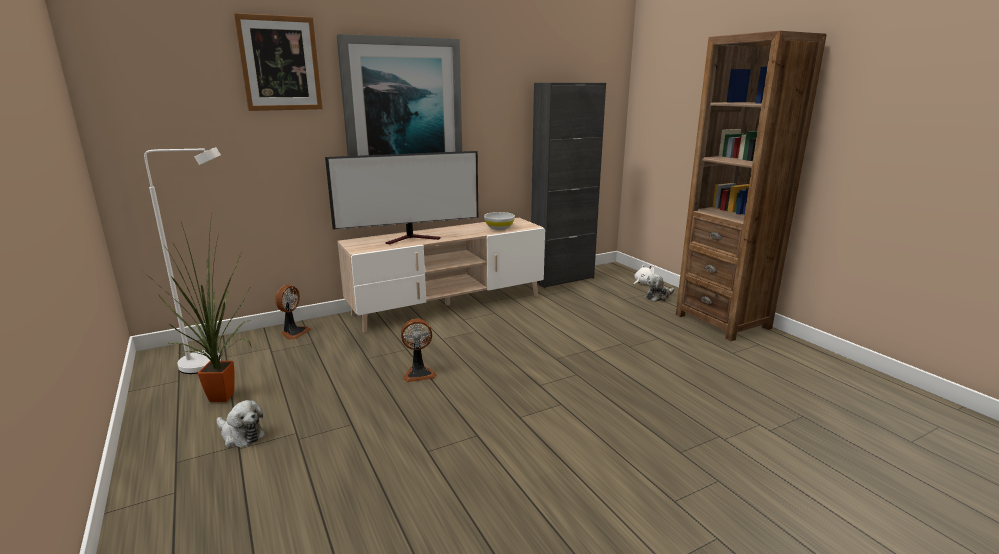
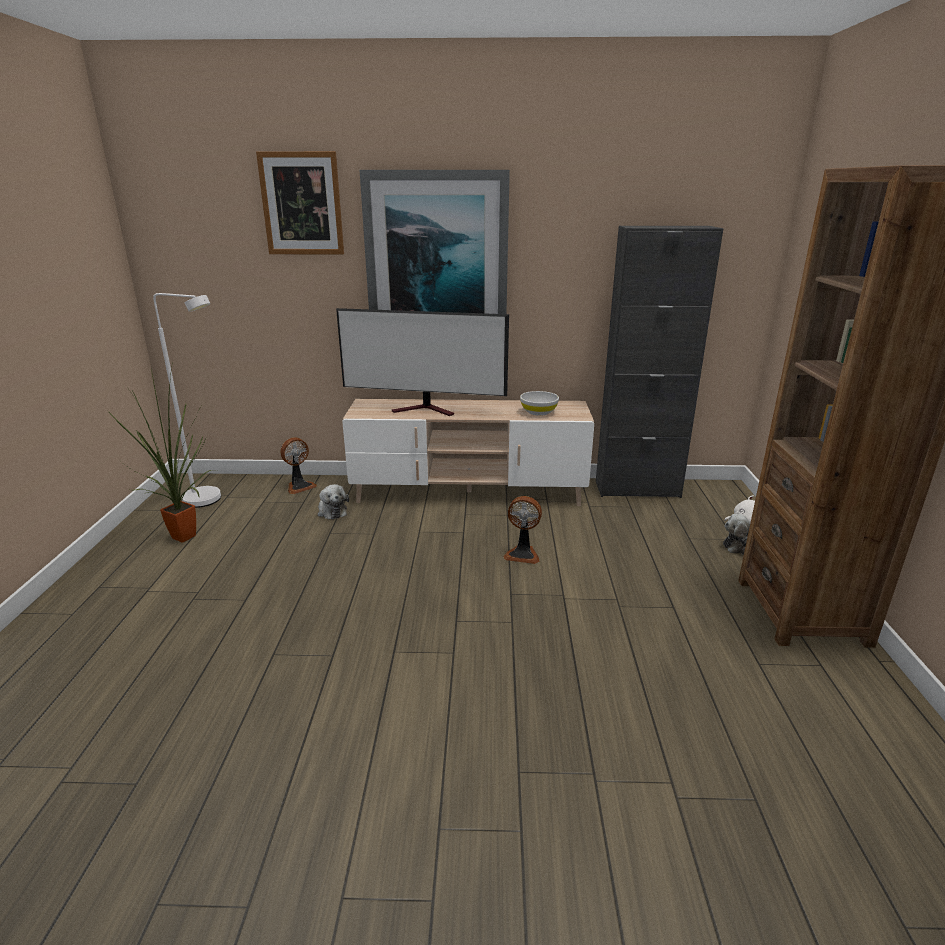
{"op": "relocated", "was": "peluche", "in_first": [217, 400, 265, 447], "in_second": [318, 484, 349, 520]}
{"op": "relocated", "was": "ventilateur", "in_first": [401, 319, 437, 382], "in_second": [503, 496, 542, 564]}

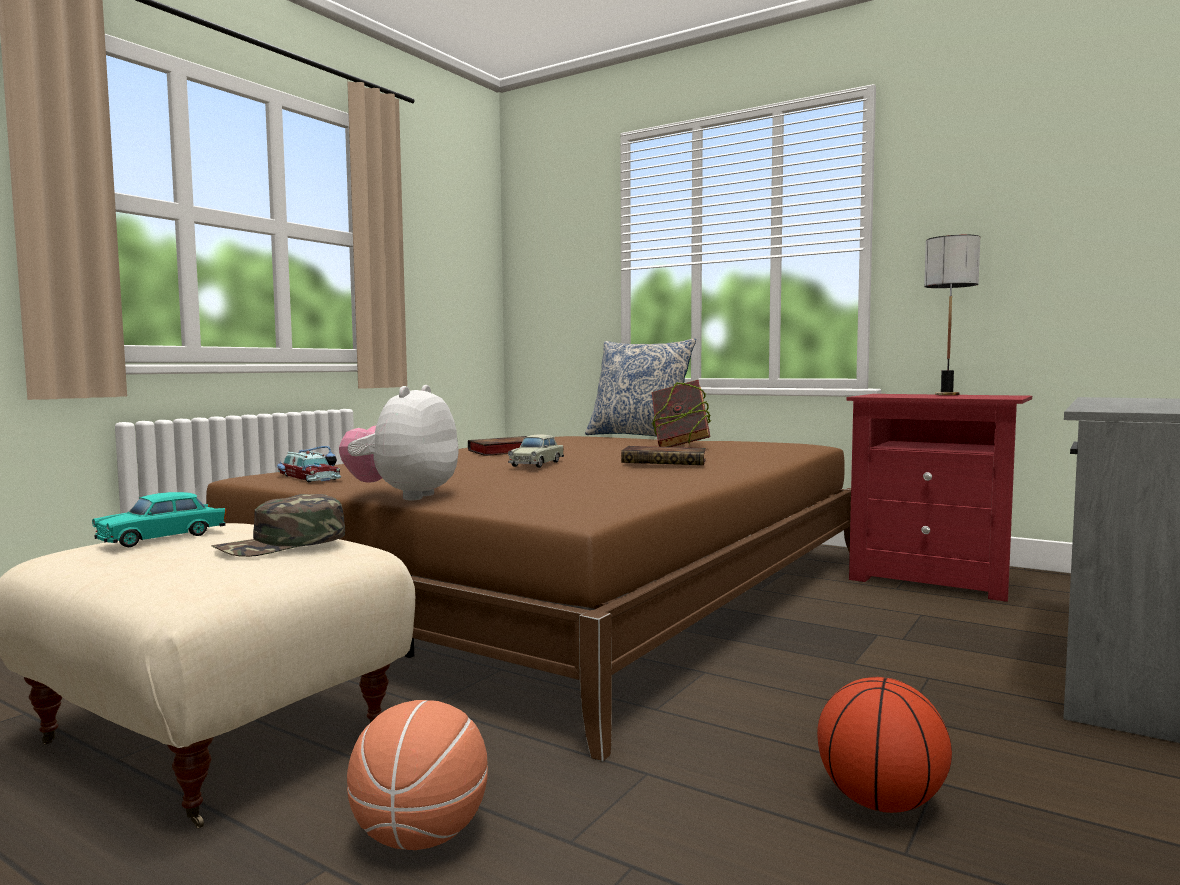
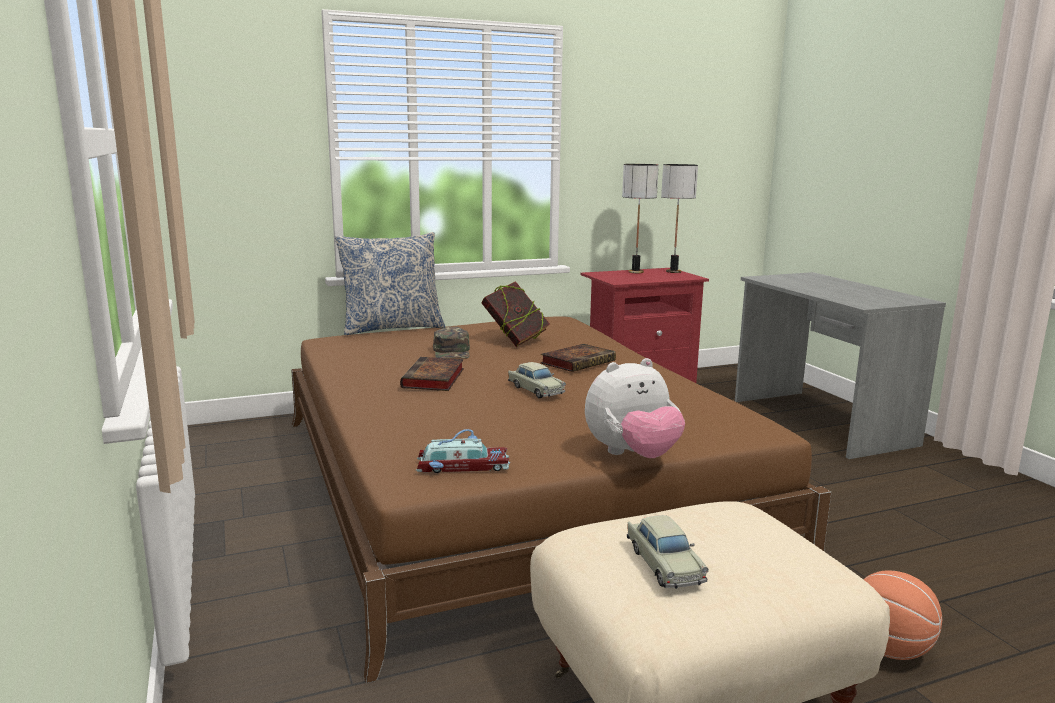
{"op": "colour", "was": "petite voiture (turquoise)", "now": "petite voiture (beige)", "in_first": [92, 492, 226, 547], "in_second": [627, 515, 709, 589]}
{"op": "relocated", "was": "casquette (vert)", "in_first": [212, 494, 345, 557], "in_second": [433, 327, 470, 359]}
{"op": "spun", "was": "peluche", "in_first": [339, 385, 459, 500], "in_second": [585, 358, 685, 458], "clockwise": -75}
{"op": "missing", "was": "ballon de basket", "in_first": [817, 677, 952, 813]}
{"op": "appeared", "now": "lampe de table", "in_second": [661, 164, 698, 273]}

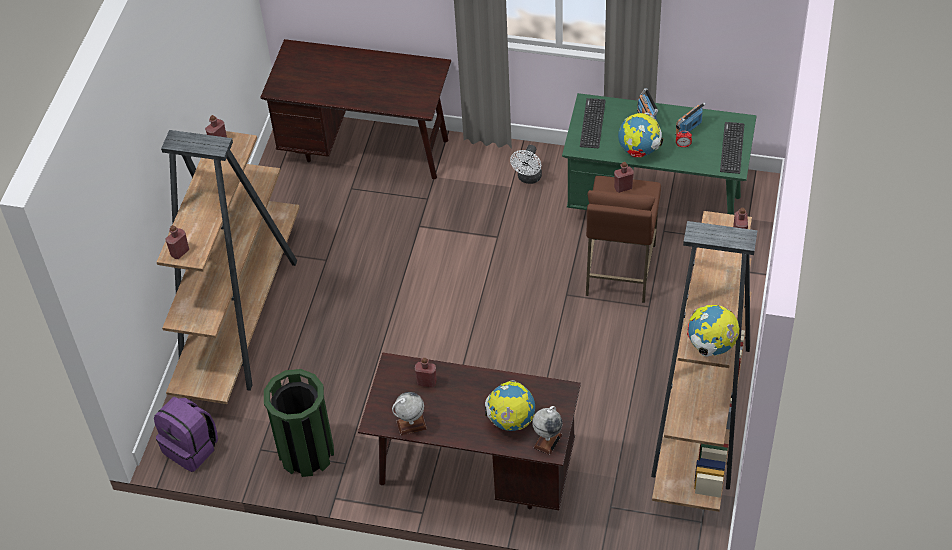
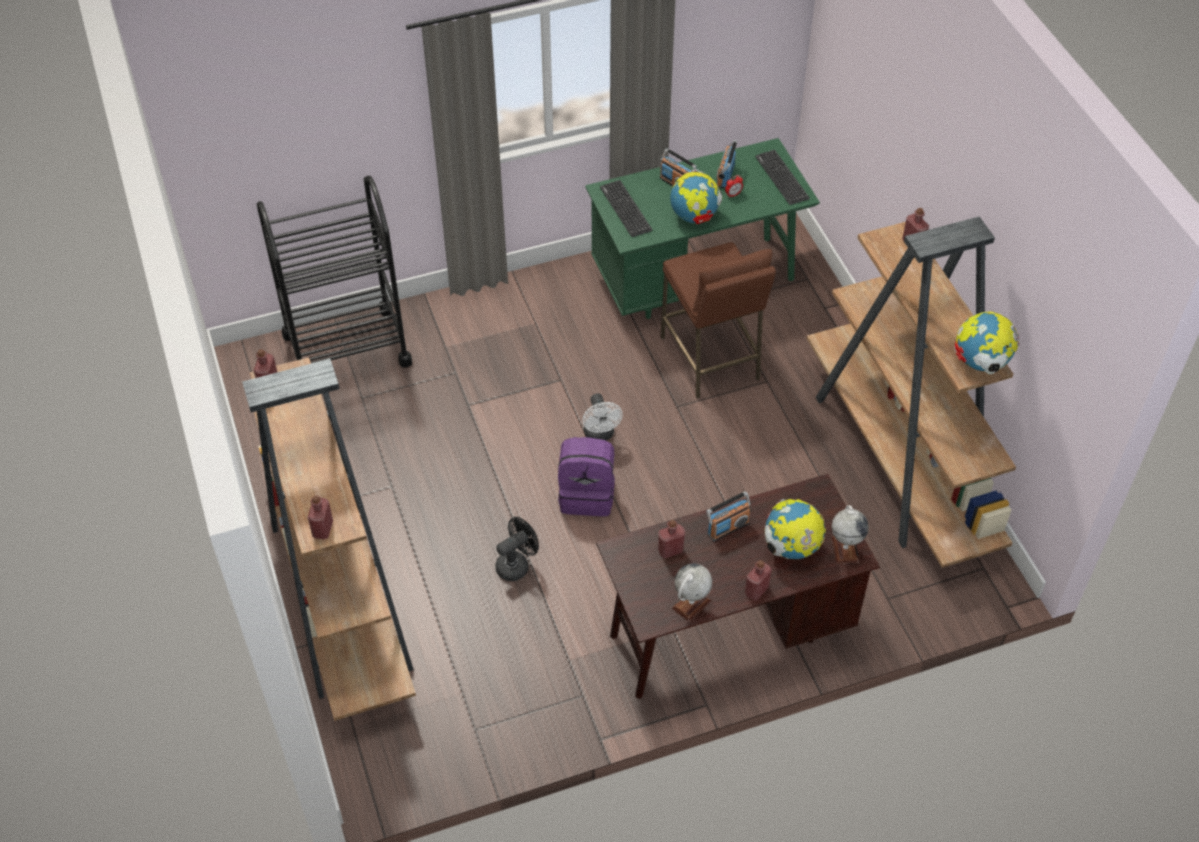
{"op": "relocated", "was": "sac à dos (violet)", "in_first": [154, 397, 218, 472], "in_second": [558, 437, 615, 516]}
{"op": "exchanged", "was": "bureau (marron)", "now": "chariot (noir)", "in_first": [260, 39, 451, 179], "in_second": [257, 176, 412, 368]}
{"op": "missing", "was": "poubelle (vert)", "in_first": [264, 369, 334, 477]}
{"op": "relocated", "was": "ventilateur (blanc)", "in_first": [510, 145, 542, 184], "in_second": [582, 393, 623, 440]}
{"op": "relocated", "was": "bouteille (rouge)", "in_first": [614, 162, 634, 193], "in_second": [745, 560, 772, 601]}
{"op": "appeared", "now": "ventilateur (noir)", "in_second": [495, 517, 539, 581]}
{"op": "appeared", "now": "radio", "in_second": [707, 491, 751, 542]}

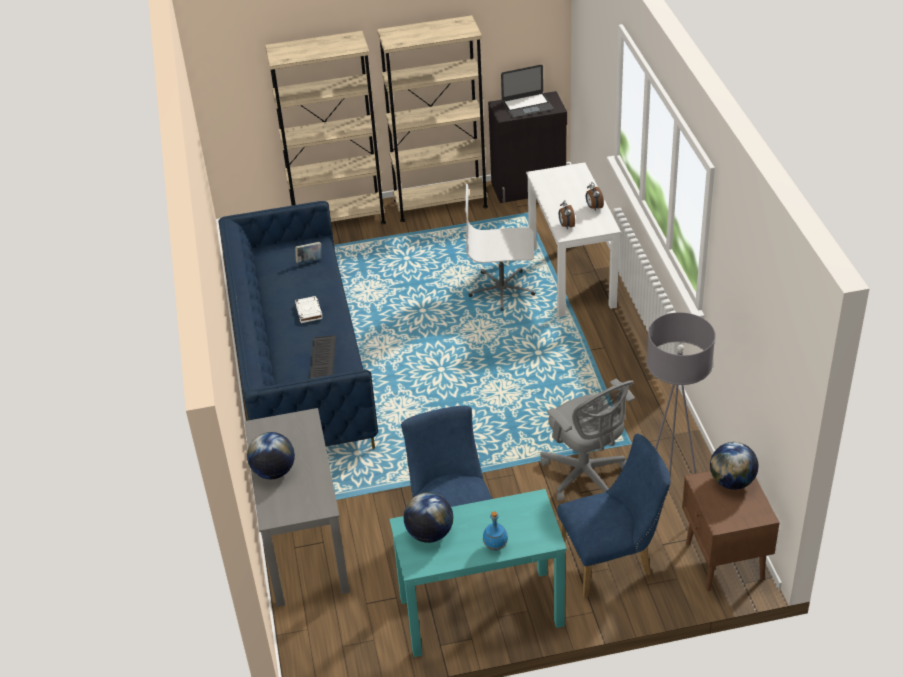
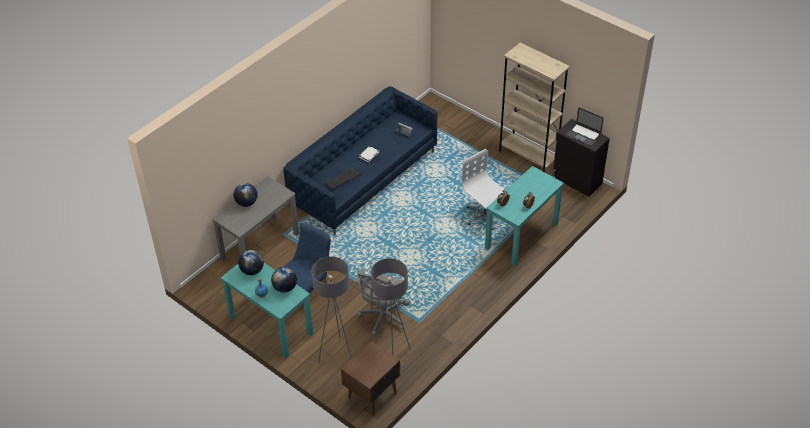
{"op": "missing", "was": "bibliothèque (beige)", "in_first": [265, 31, 386, 224]}
{"op": "colour", "was": "bureau (blanc)", "now": "bureau (turquoise)", "in_first": [526, 162, 621, 317], "in_second": [485, 166, 564, 266]}
{"op": "exchanged", "was": "chaise (bleu)", "now": "lampadaire (gris)", "in_first": [557, 434, 671, 598], "in_second": [311, 256, 352, 363]}
{"op": "relocated", "was": "globe", "in_first": [710, 442, 758, 490], "in_second": [271, 267, 297, 293]}

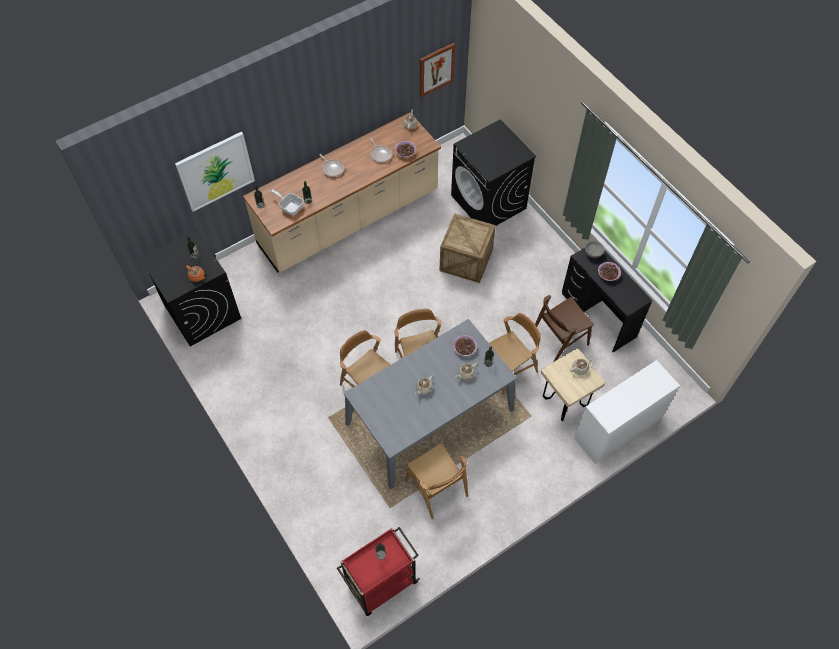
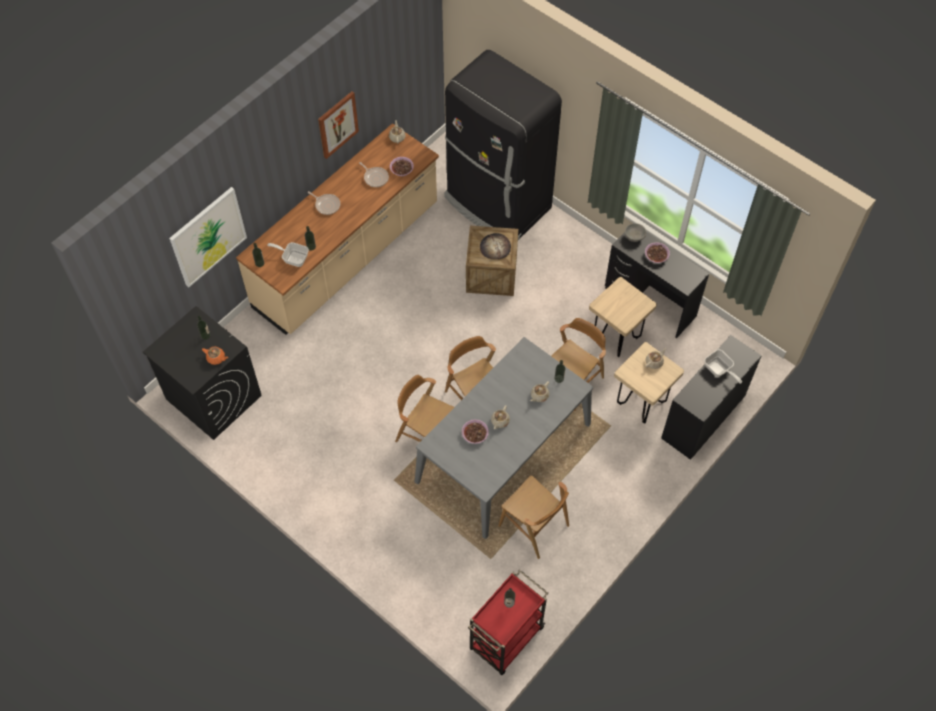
{"op": "relocated", "was": "tableau", "in_first": [420, 43, 455, 97], "in_second": [318, 91, 359, 159]}
{"op": "exchanged", "was": "lave-linge (noir)", "now": "réfrigérateur (noir)", "in_first": [451, 119, 536, 226], "in_second": [444, 50, 562, 240]}
{"op": "relocated", "was": "bol", "in_first": [453, 335, 477, 356], "in_second": [462, 419, 489, 444]}
{"op": "exchanged", "was": "chaise (marron)", "now": "tabouret (beige)", "in_first": [530, 295, 594, 362], "in_second": [589, 277, 657, 357]}
{"op": "colour", "was": "bureau (blanc)", "now": "bureau (noir)", "in_first": [574, 360, 680, 464], "in_second": [661, 335, 761, 460]}
{"op": "appeared", "now": "pain", "in_second": [480, 233, 511, 259]}
{"op": "appeared", "now": "poêle", "in_second": [704, 349, 742, 384]}

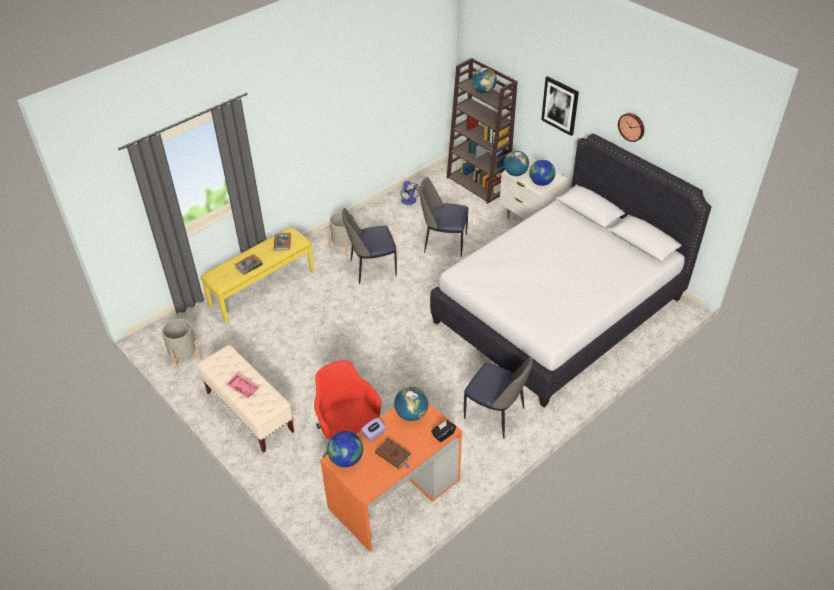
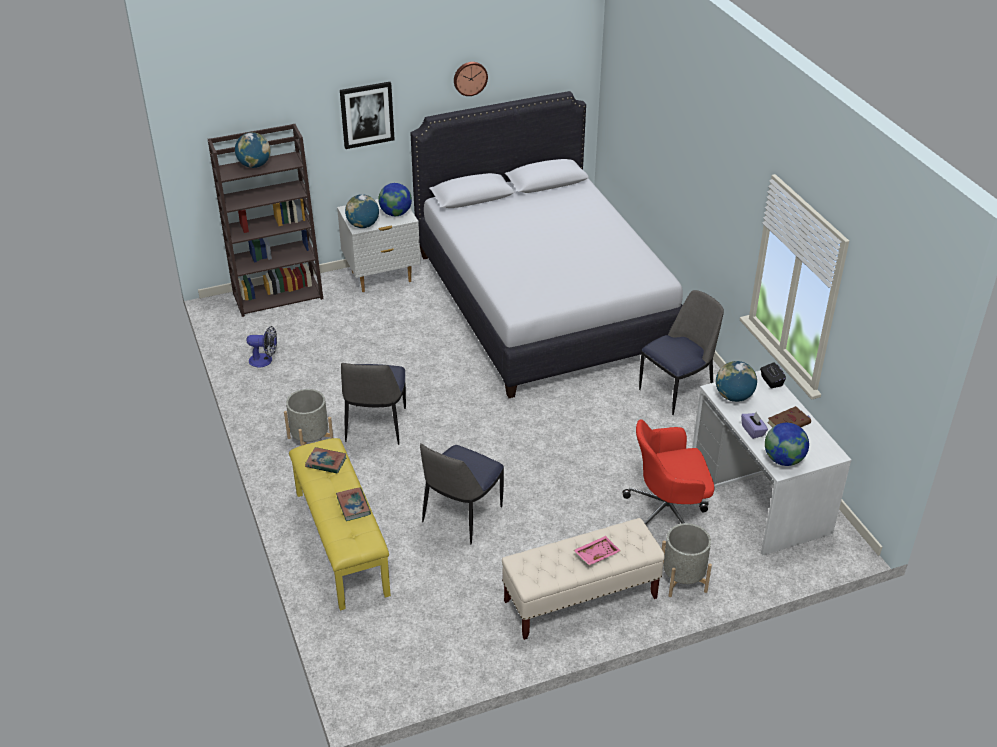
{"op": "relocated", "was": "cache-pot (gris)", "in_first": [162, 319, 201, 369], "in_second": [662, 523, 712, 597]}
{"op": "colour", "was": "bureau (orange)", "now": "bureau (blanc)", "in_first": [320, 402, 462, 552], "in_second": [692, 370, 851, 556]}
{"op": "relocated", "was": "chaise", "in_first": [419, 177, 469, 257], "in_second": [420, 443, 504, 544]}

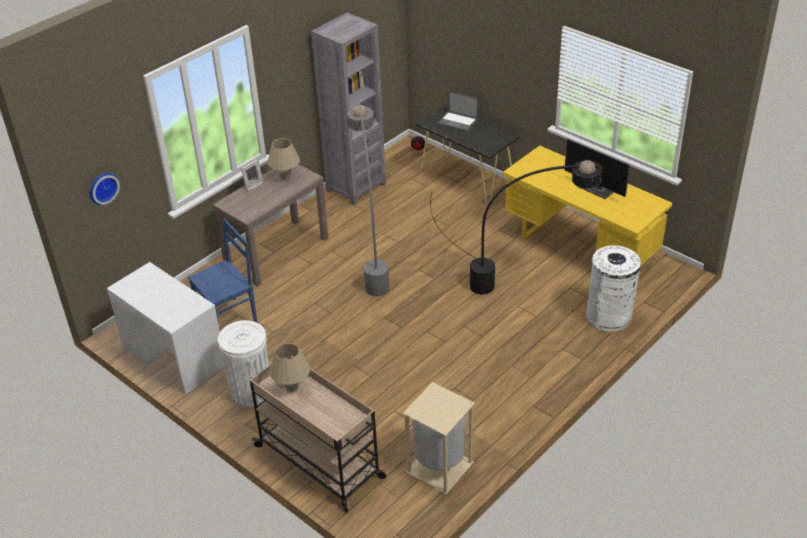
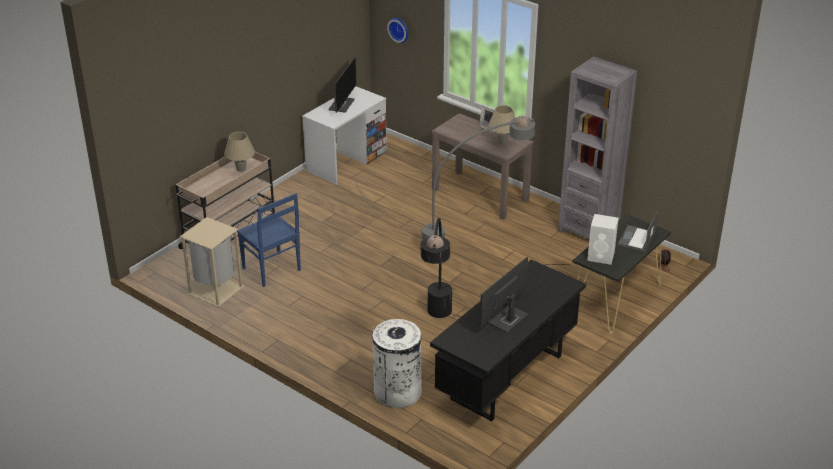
{"op": "relocated", "was": "chaise (bleu)", "in_first": [188, 219, 257, 329], "in_second": [237, 193, 301, 287]}
{"op": "missing", "was": "poubelle (blanc)", "in_first": [218, 320, 269, 407]}
{"op": "colour", "was": "bureau (jaune)", "now": "bureau (noir)", "in_first": [503, 146, 672, 265], "in_second": [430, 259, 586, 422]}
{"op": "appeared", "now": "écran d'ordinateur", "in_second": [328, 57, 356, 113]}
{"op": "appeared", "now": "enceinte (blanc)", "in_second": [587, 214, 619, 265]}

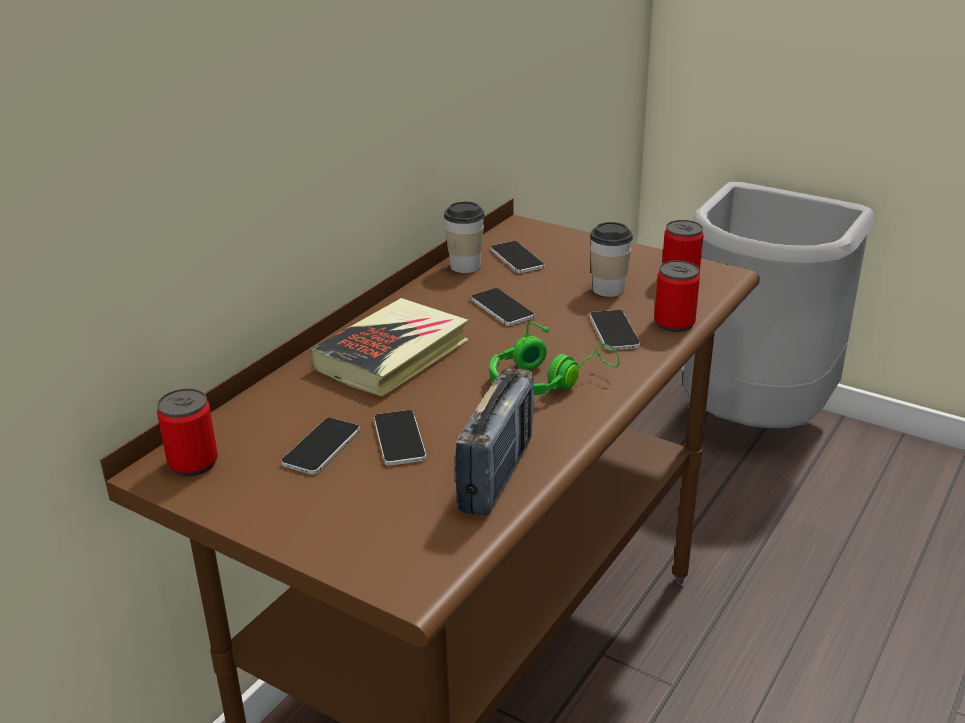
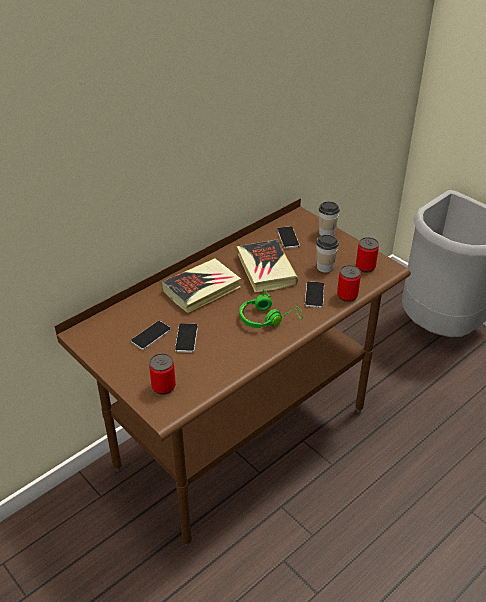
{"op": "relocated", "was": "boîte métallique", "in_first": [157, 388, 218, 476], "in_second": [149, 353, 176, 395]}
{"op": "relocated", "was": "tasse", "in_first": [444, 201, 485, 273], "in_second": [319, 201, 340, 236]}
{"op": "missing", "was": "radio", "in_first": [455, 368, 534, 516]}
{"op": "exchanged", "was": "téléphone", "now": "livre", "in_first": [471, 288, 535, 326], "in_second": [237, 239, 298, 293]}

